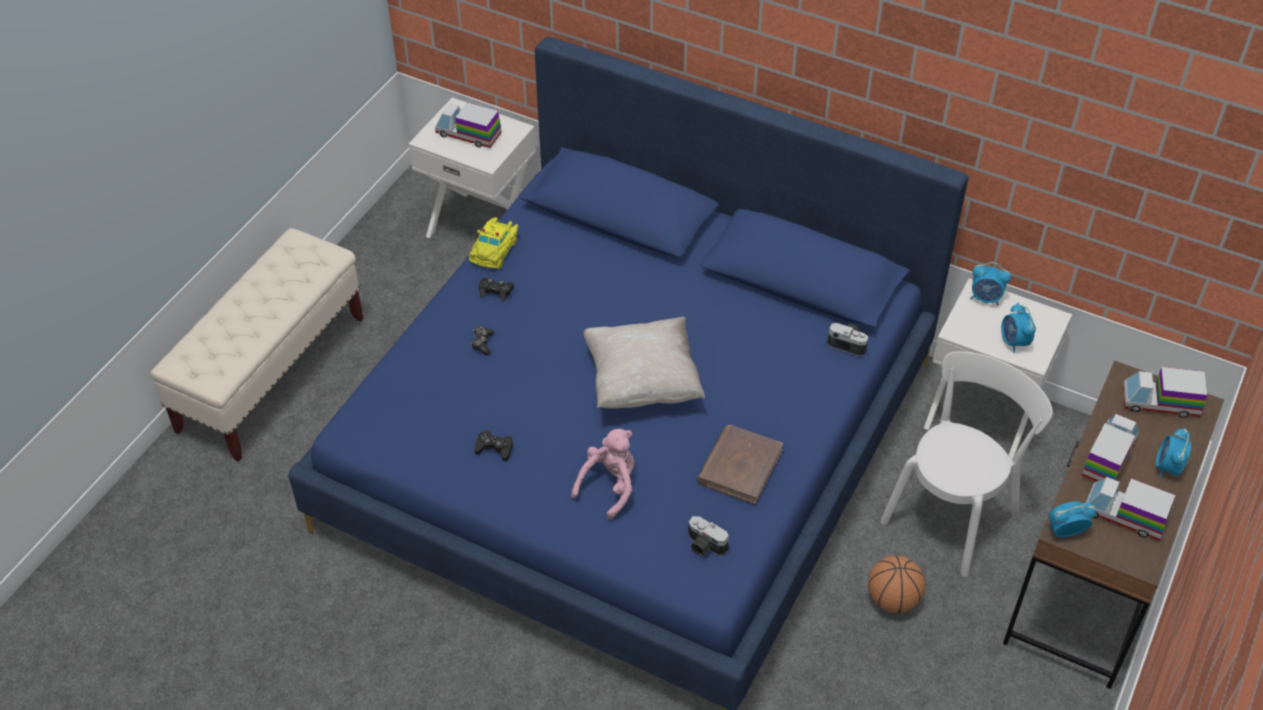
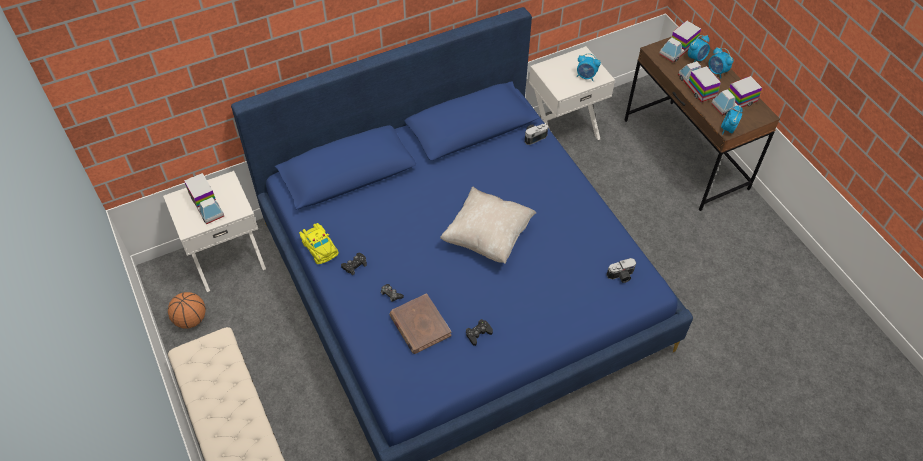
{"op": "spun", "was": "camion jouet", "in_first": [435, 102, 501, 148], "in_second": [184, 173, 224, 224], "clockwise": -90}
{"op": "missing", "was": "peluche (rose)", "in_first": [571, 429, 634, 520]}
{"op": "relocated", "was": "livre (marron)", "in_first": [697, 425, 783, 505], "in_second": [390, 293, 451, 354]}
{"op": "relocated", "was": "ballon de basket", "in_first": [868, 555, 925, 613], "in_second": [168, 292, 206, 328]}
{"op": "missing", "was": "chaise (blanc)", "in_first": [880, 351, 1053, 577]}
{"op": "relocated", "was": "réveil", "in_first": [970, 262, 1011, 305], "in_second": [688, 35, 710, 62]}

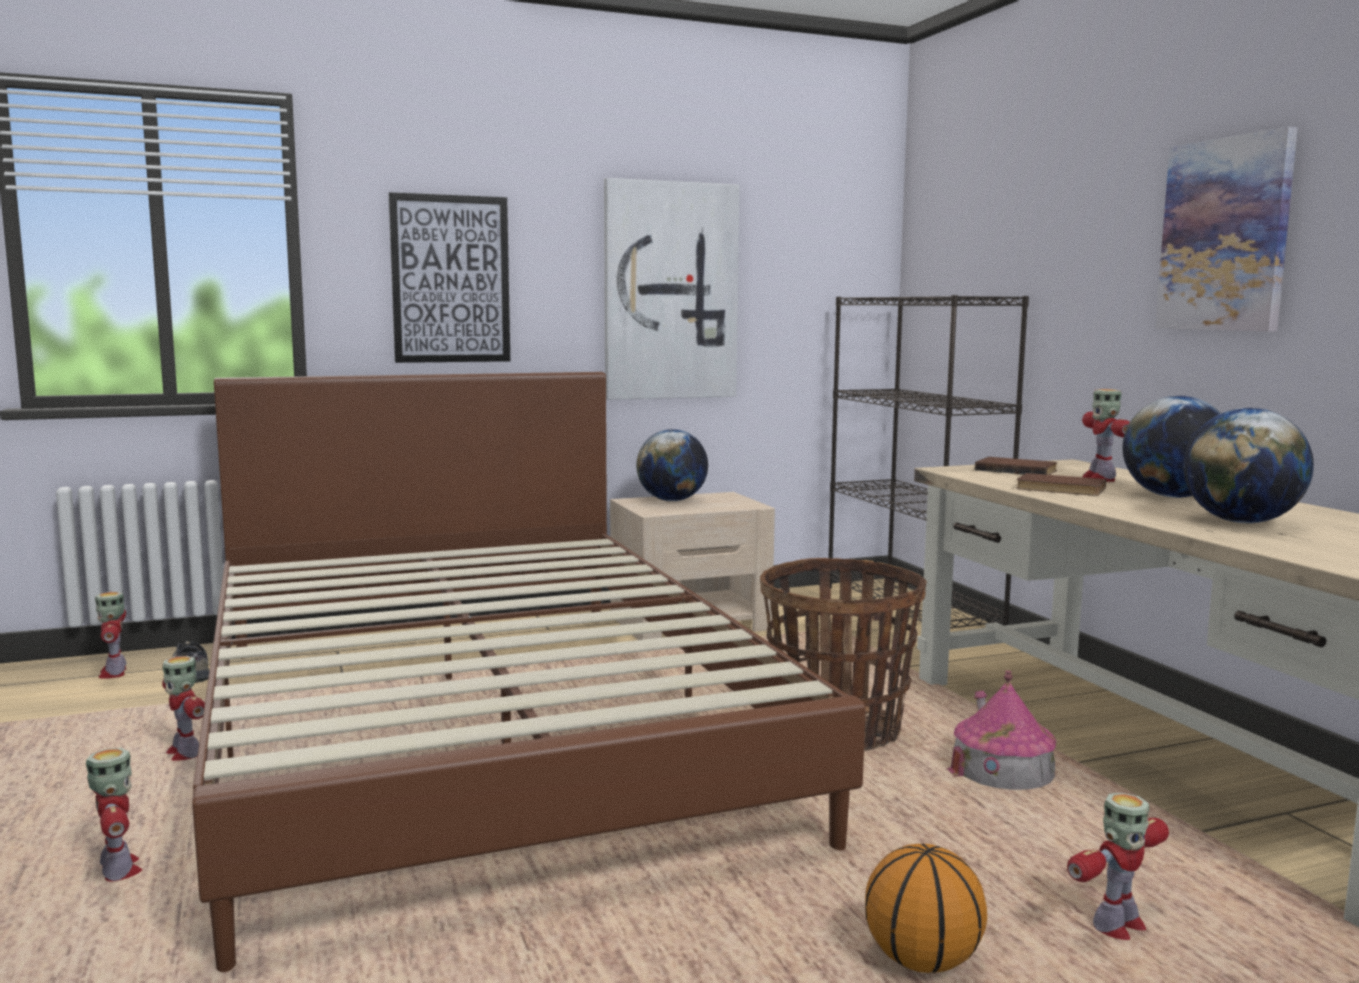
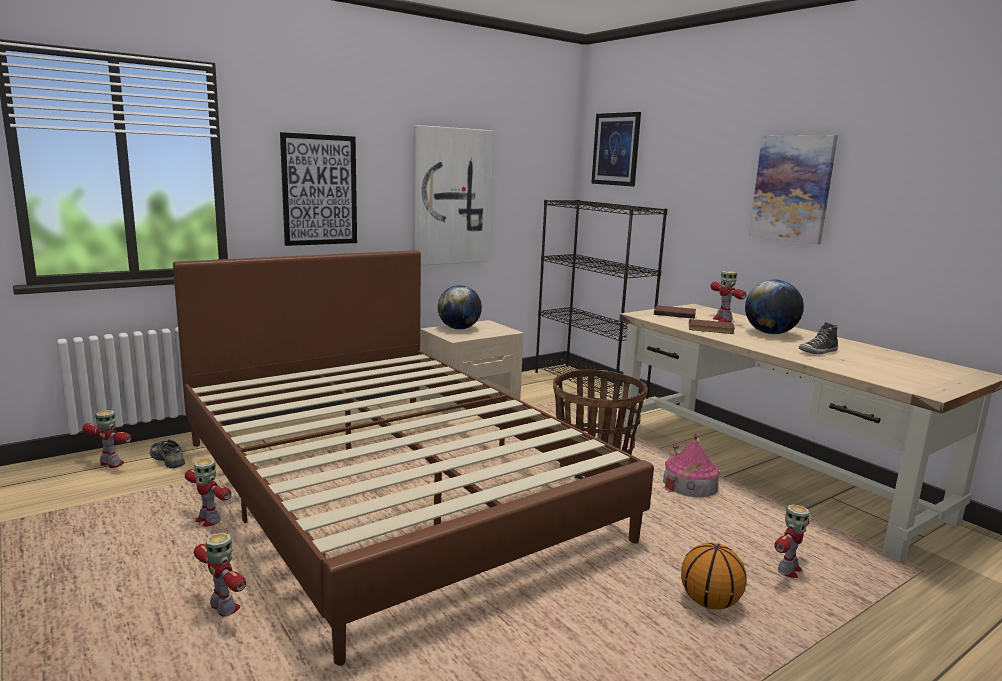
{"op": "spun", "was": "robot jouet", "in_first": [95, 592, 127, 679], "in_second": [82, 410, 131, 468], "clockwise": 150}
{"op": "exchanged", "was": "globe", "now": "chaussure", "in_first": [1183, 408, 1314, 523], "in_second": [799, 322, 838, 354]}
{"op": "appeared", "now": "tableau", "in_second": [591, 112, 641, 186]}

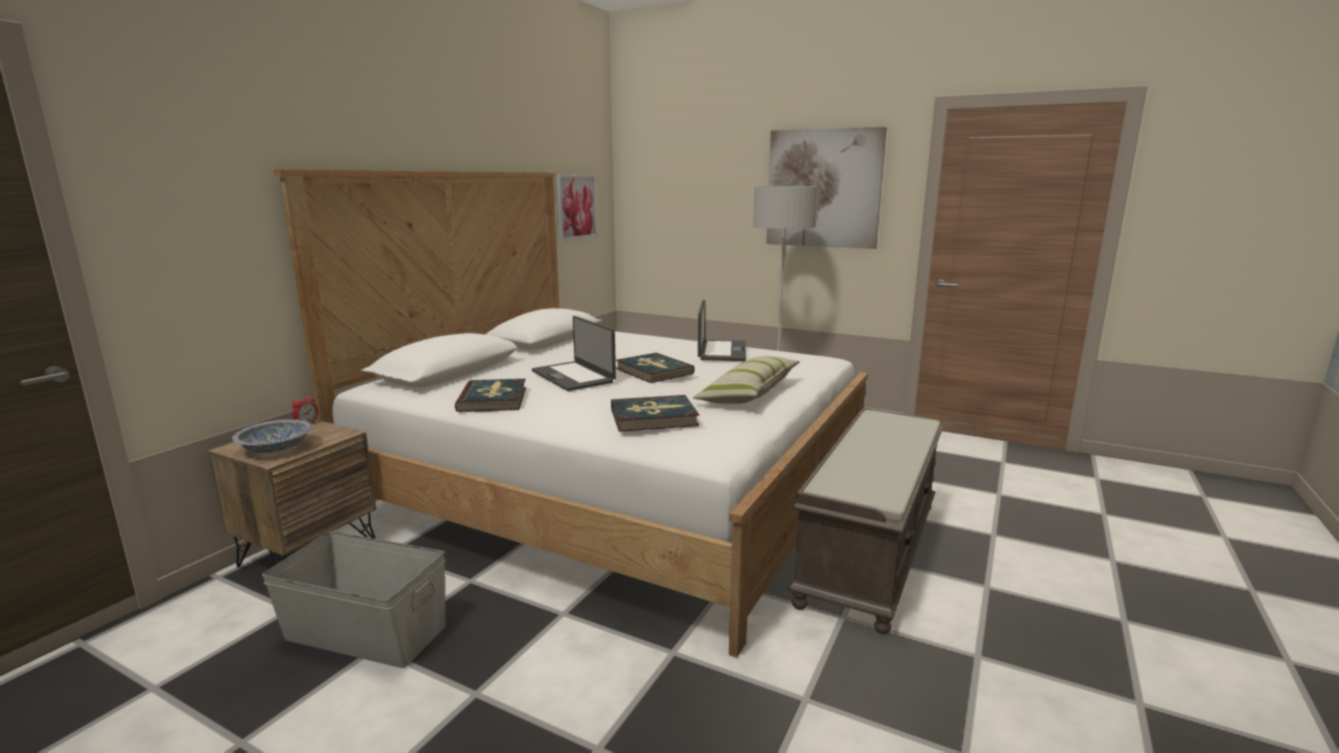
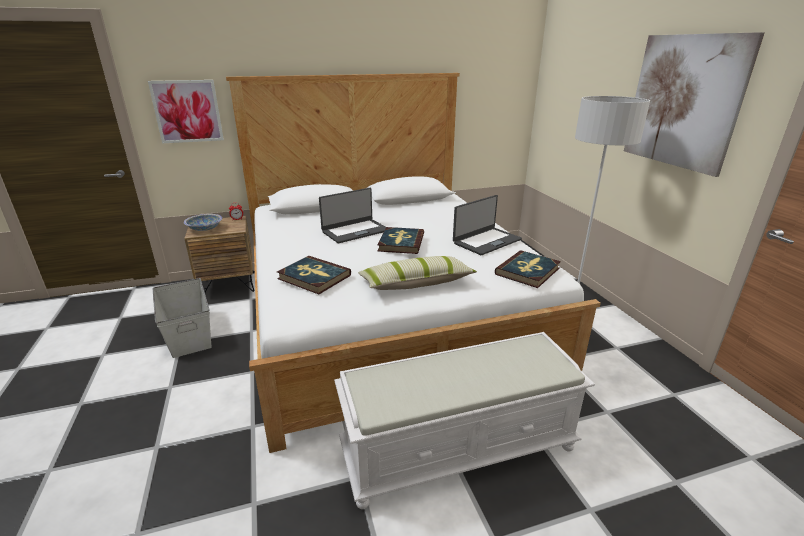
{"op": "relocated", "was": "livre", "in_first": [455, 379, 526, 412], "in_second": [495, 250, 561, 288]}
{"op": "spun", "was": "ordinateur portable", "in_first": [532, 316, 616, 391], "in_second": [319, 188, 386, 243], "clockwise": -135}
{"op": "relocated", "was": "tableau", "in_first": [557, 174, 598, 241], "in_second": [148, 80, 224, 143]}
{"op": "colour", "was": "banc (marron)", "now": "banc (blanc)", "in_first": [788, 408, 943, 634], "in_second": [334, 332, 595, 509]}

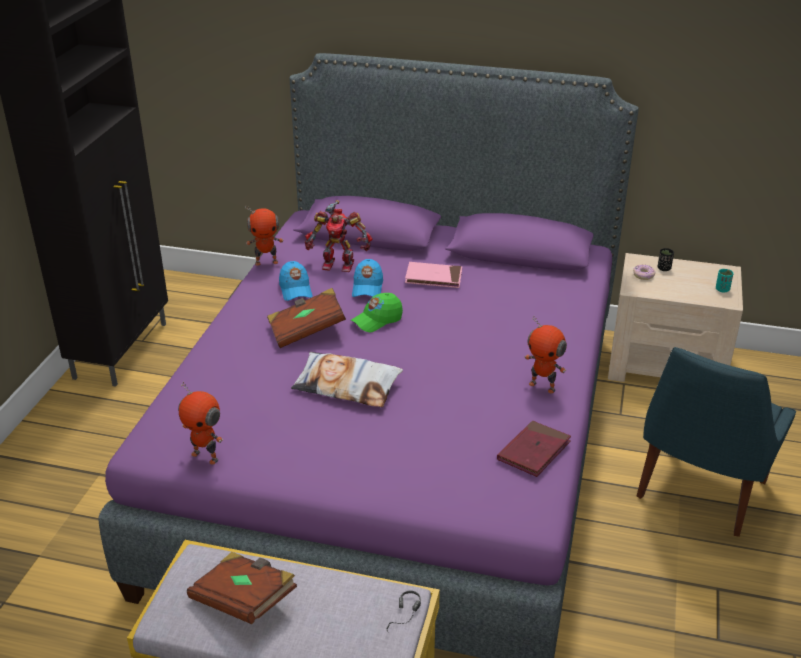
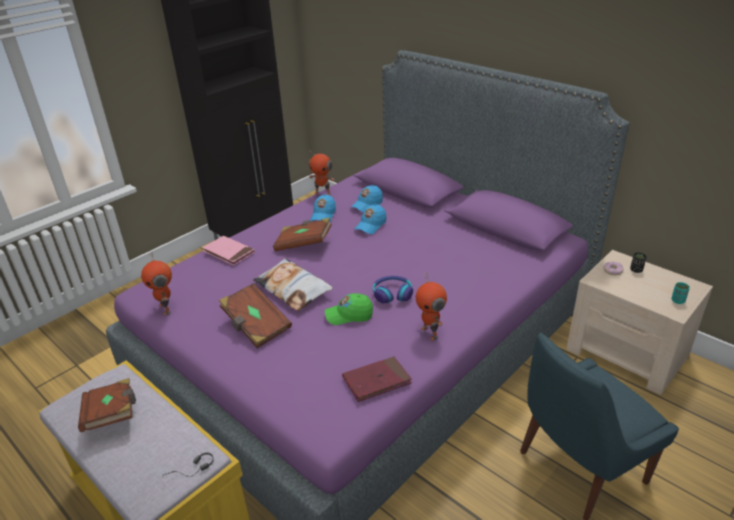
{"op": "exchanged", "was": "robot jouet", "now": "casquette (bleu)", "in_first": [305, 200, 372, 272], "in_second": [351, 185, 383, 212]}
{"op": "relocated", "was": "casquette (vert)", "in_first": [351, 293, 403, 332], "in_second": [325, 293, 373, 325]}
{"op": "relocated", "was": "livre (rose)", "in_first": [405, 262, 462, 288], "in_second": [202, 236, 255, 266]}
{"op": "appeared", "now": "livre (marron)", "in_second": [219, 283, 292, 348]}
{"op": "appeared", "now": "casque audio", "in_second": [373, 276, 413, 303]}

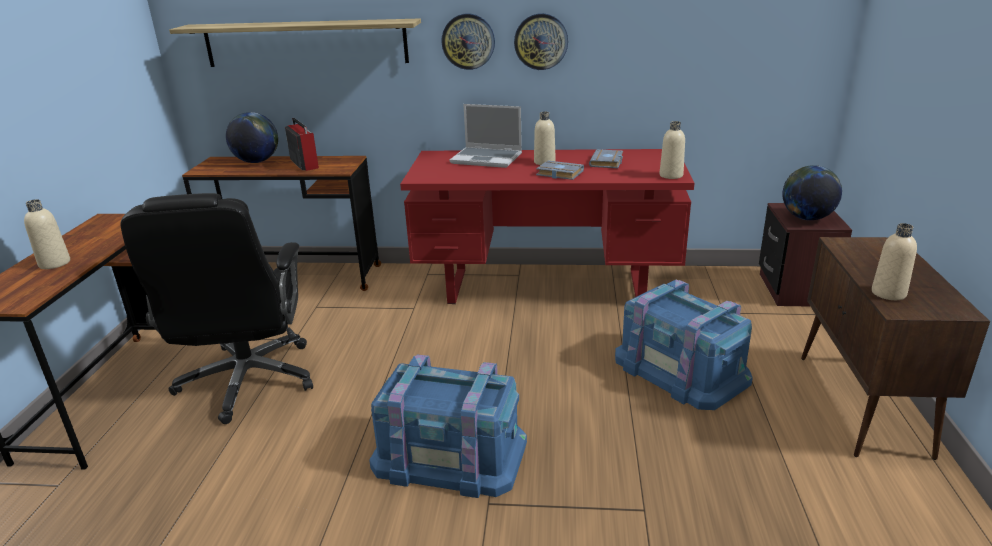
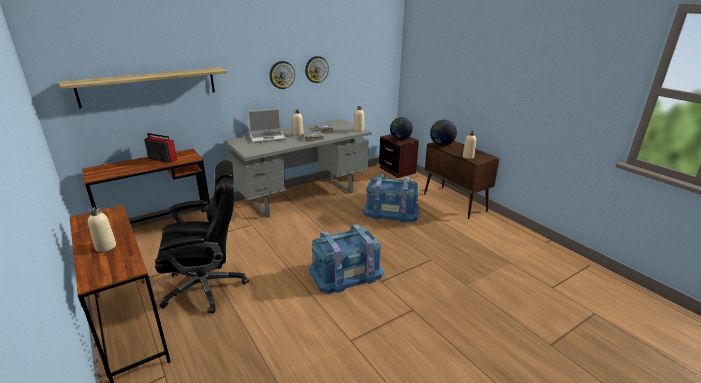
{"op": "spun", "was": "chaise de bureau (noir)", "in_first": [120, 193, 313, 424], "in_second": [155, 160, 249, 314], "clockwise": -60}
{"op": "relocated", "was": "globe", "in_first": [226, 112, 278, 163], "in_second": [430, 119, 457, 146]}
{"op": "colour", "was": "bureau (rouge)", "now": "bureau (gris)", "in_first": [400, 149, 694, 304], "in_second": [225, 119, 372, 218]}
{"op": "relocated", "was": "horloge murale", "in_first": [441, 14, 495, 70], "in_second": [305, 56, 329, 83]}

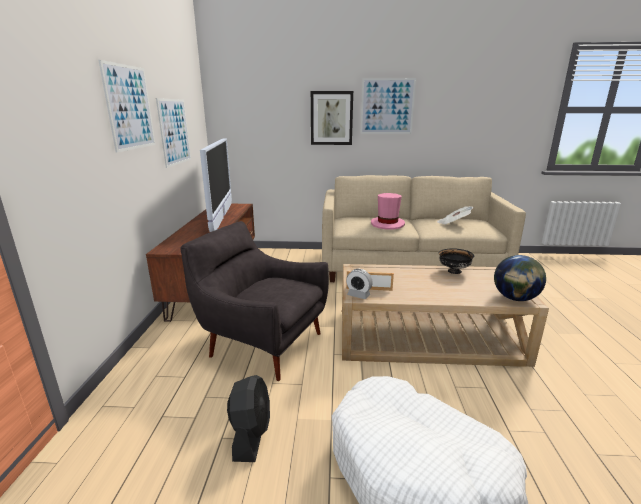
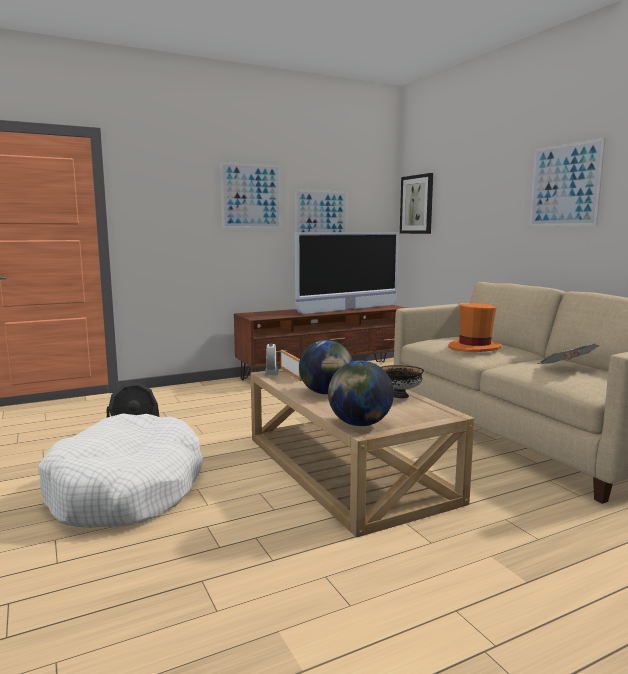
{"op": "missing", "was": "fauteuil (gris)", "in_first": [181, 221, 329, 381]}
{"op": "relocated", "was": "tableau", "in_first": [311, 91, 353, 145], "in_second": [400, 173, 433, 234]}
{"op": "colour", "was": "chapeau (rose)", "now": "chapeau (orange)", "in_first": [371, 193, 405, 230], "in_second": [448, 303, 501, 352]}
{"op": "appeared", "now": "globe", "in_second": [299, 340, 353, 394]}

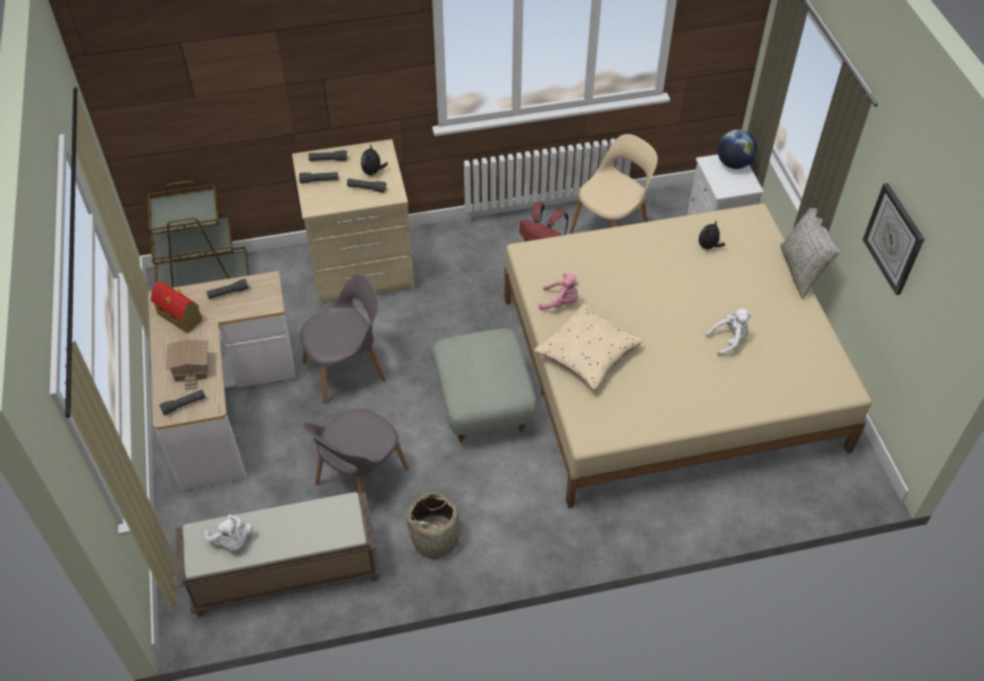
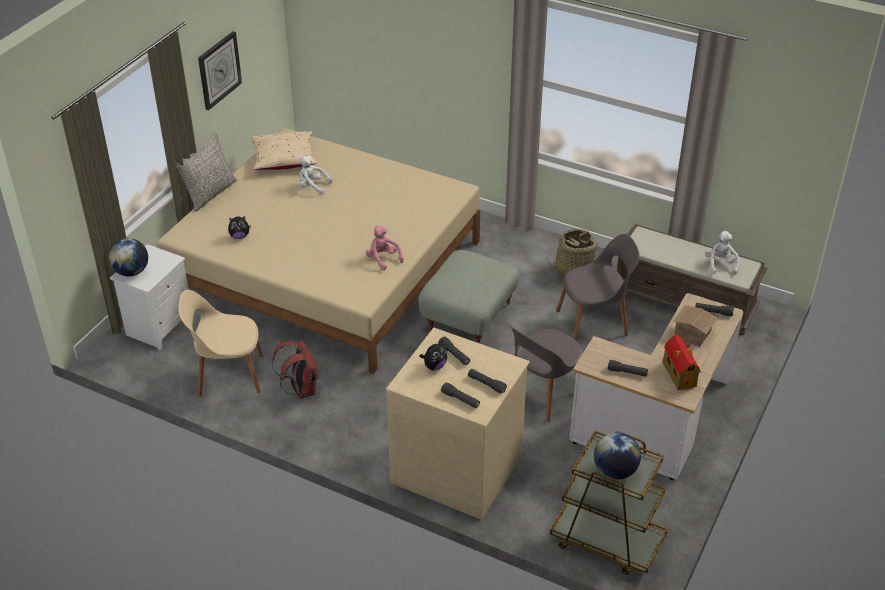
{"op": "spun", "was": "chaise (gris)", "in_first": [300, 274, 386, 404], "in_second": [510, 326, 584, 422], "clockwise": -60}
{"op": "relocated", "was": "coussin (beige)", "in_first": [534, 303, 643, 390], "in_second": [251, 131, 317, 170]}
{"op": "appeared", "now": "globe", "in_second": [594, 432, 641, 479]}

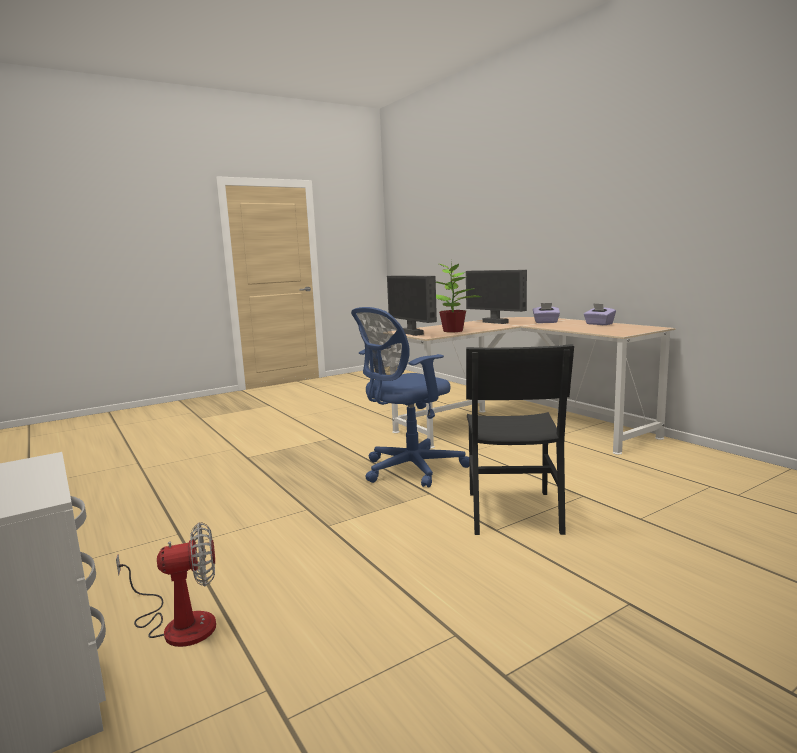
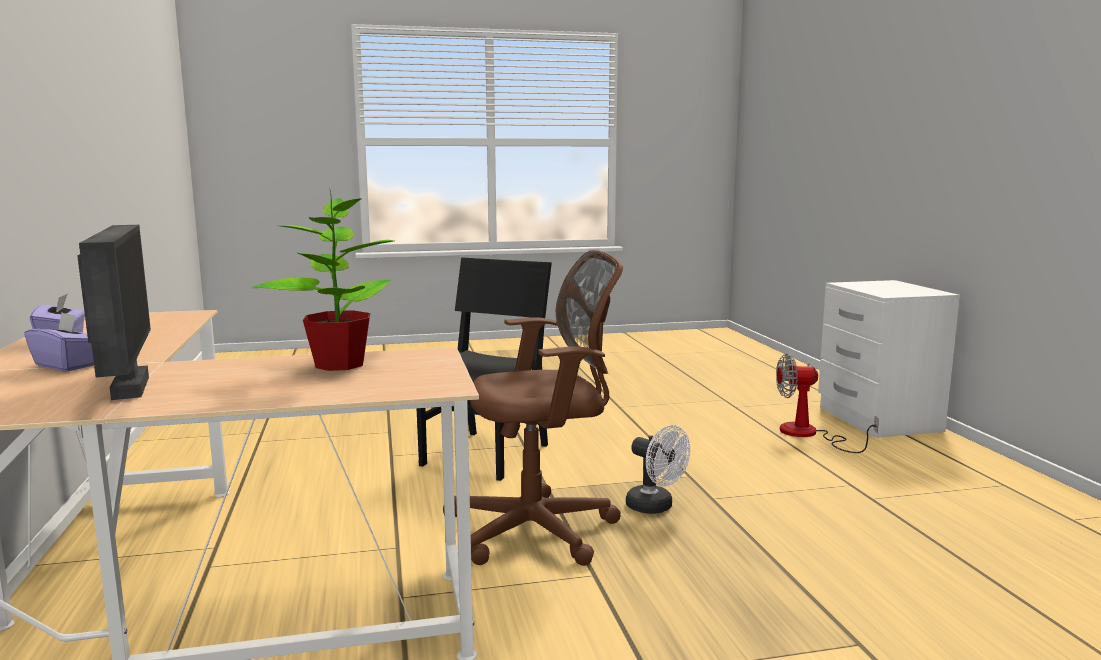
{"op": "colour", "was": "chaise de bureau (bleu)", "now": "chaise de bureau (marron)", "in_first": [351, 307, 469, 488], "in_second": [443, 250, 623, 566]}
{"op": "missing", "was": "écran d'ordinateur", "in_first": [387, 275, 437, 336]}
{"op": "appeared", "now": "ventilateur (blanc)", "in_second": [626, 425, 690, 514]}

